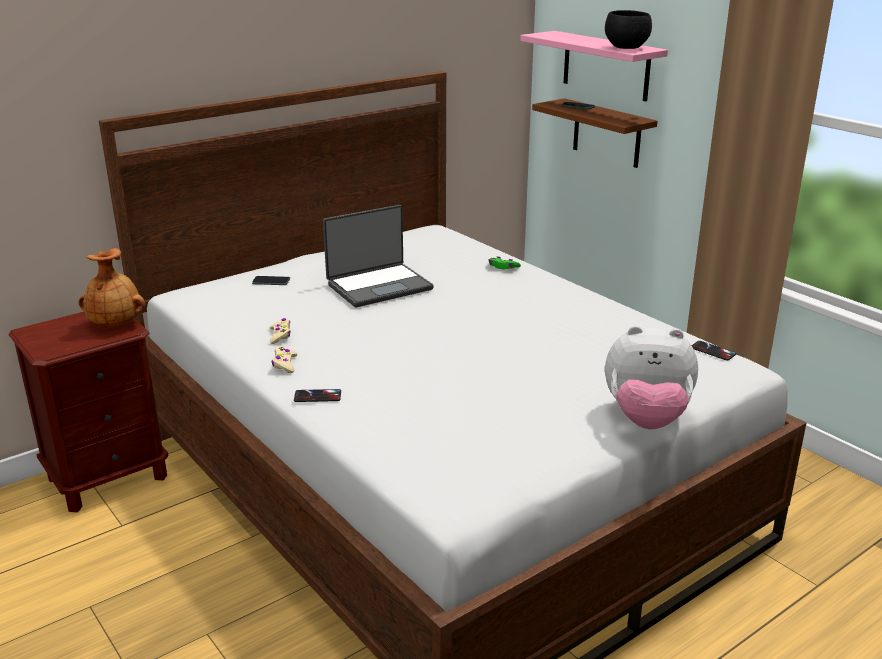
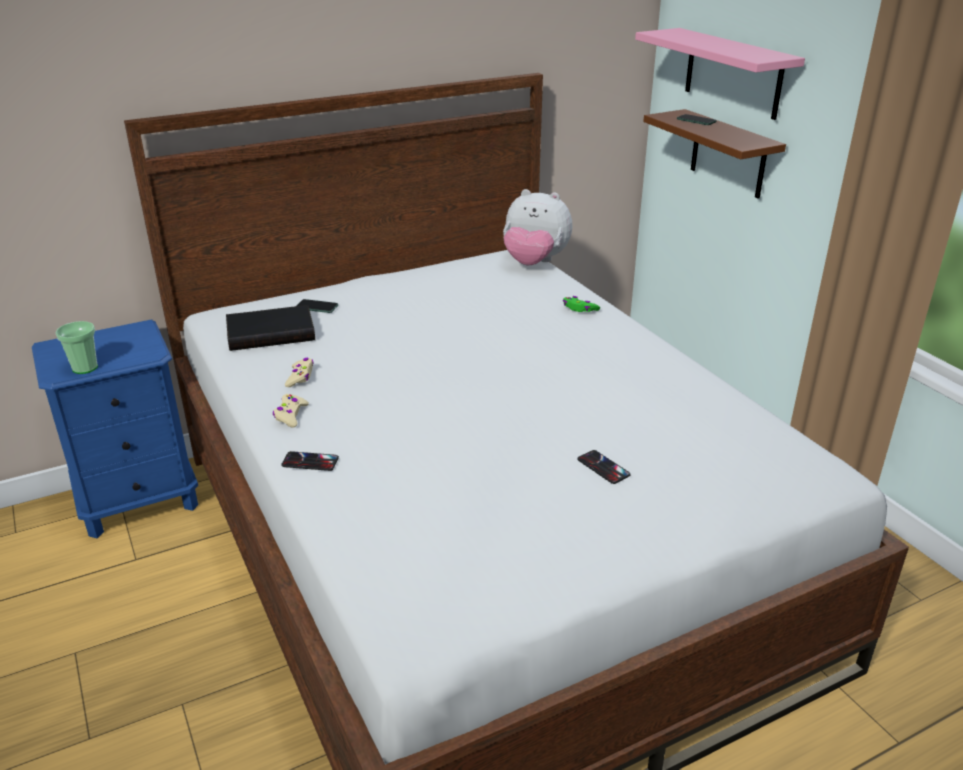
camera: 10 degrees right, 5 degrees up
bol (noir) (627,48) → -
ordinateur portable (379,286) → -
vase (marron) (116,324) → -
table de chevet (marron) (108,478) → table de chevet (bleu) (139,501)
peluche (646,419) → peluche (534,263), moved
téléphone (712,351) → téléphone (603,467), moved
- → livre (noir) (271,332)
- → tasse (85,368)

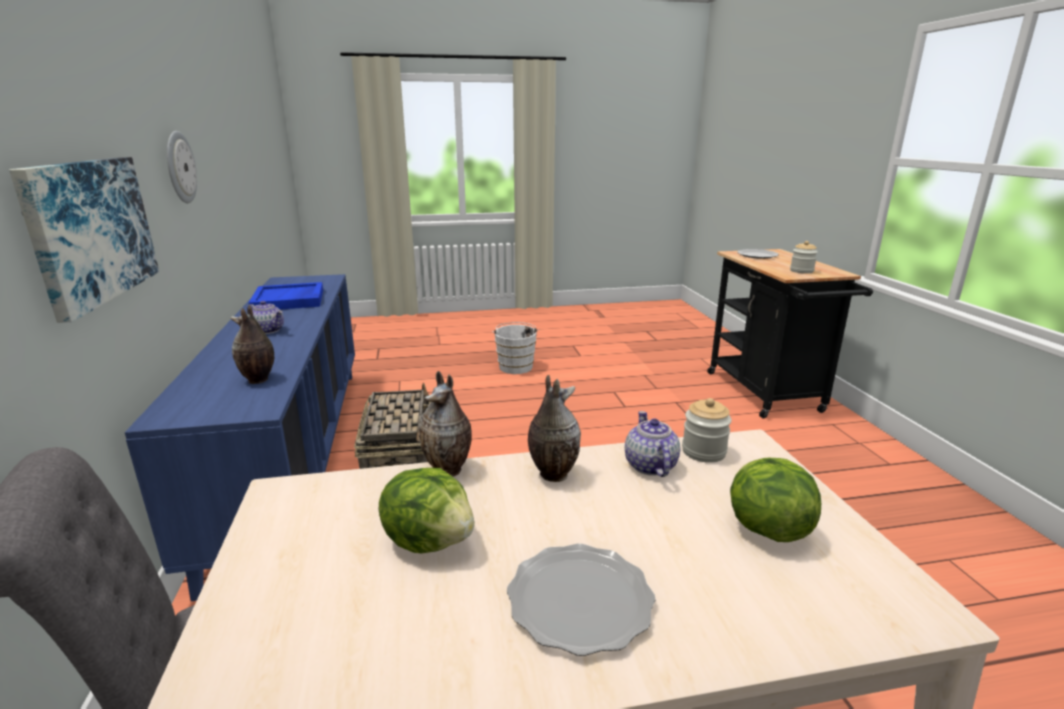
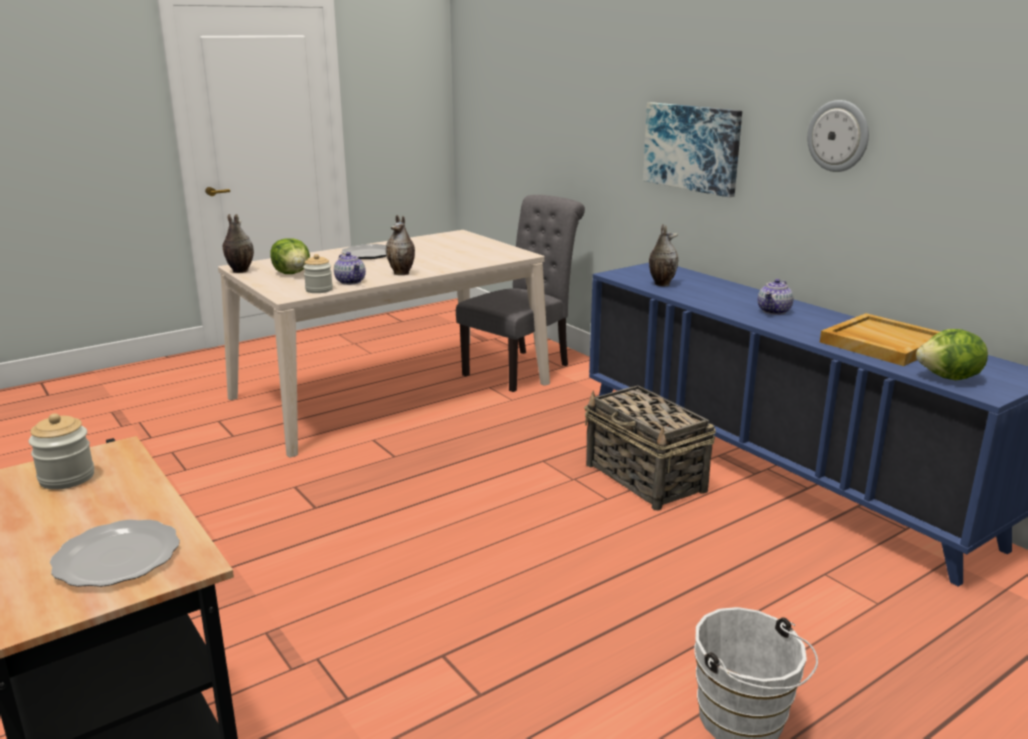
camera: 155 degrees right, 0 degrees up
plateau (bleu) (289,300) → plateau (beige) (881,343)
théière (268,330) → théière (774,311), 60 degrees counterclockwise
vase (449,470) → vase (239,271), moved
laitue (430,540) → laitue (949,378), moved

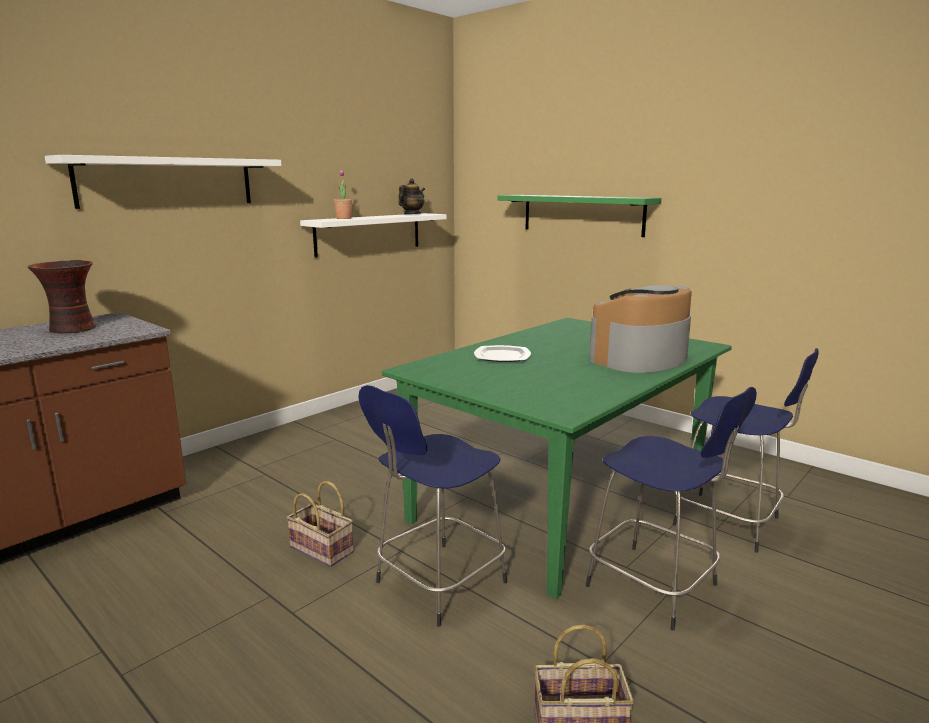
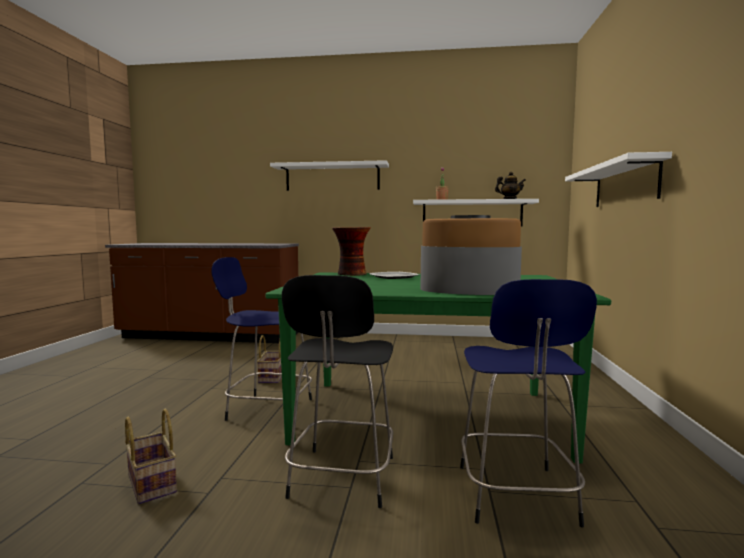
camera: 55 degrees right, 10 degrees down
étagère (vert) (582,214) → étagère (blanc) (625,185)
vase (72,329) → vase (351,274), moved
tabouret (bleu) (656,587) → tabouret (noir) (342,479)

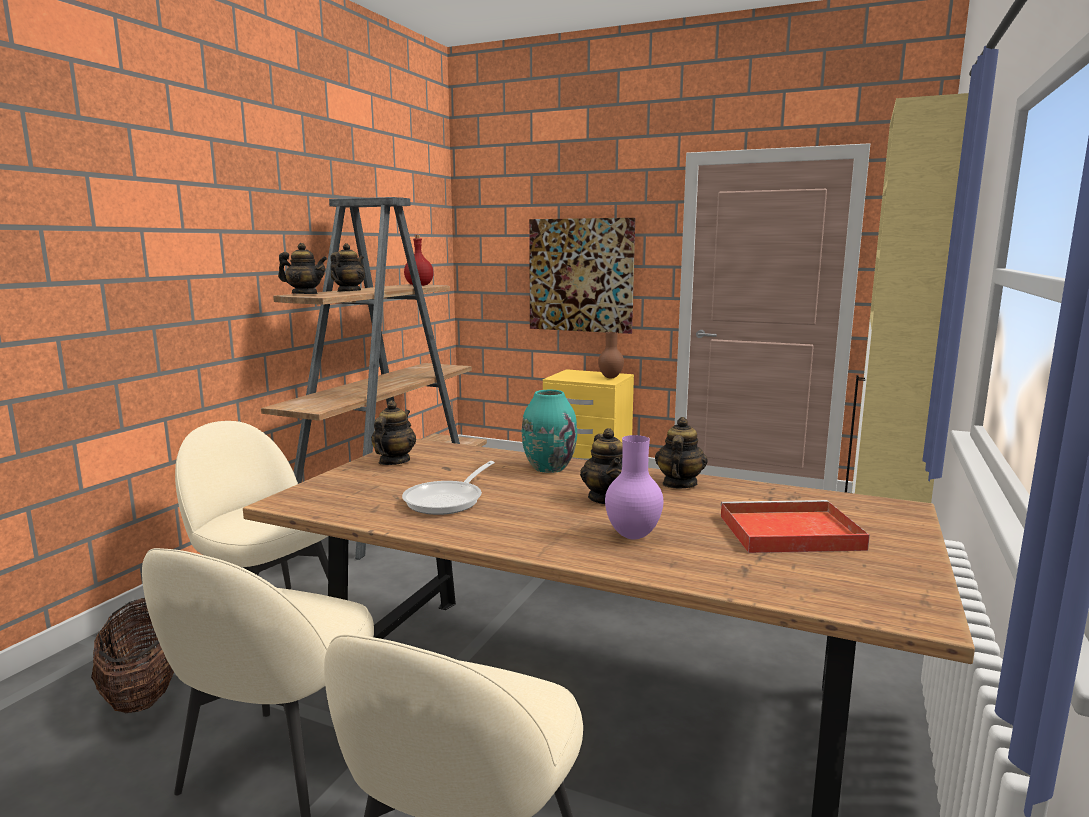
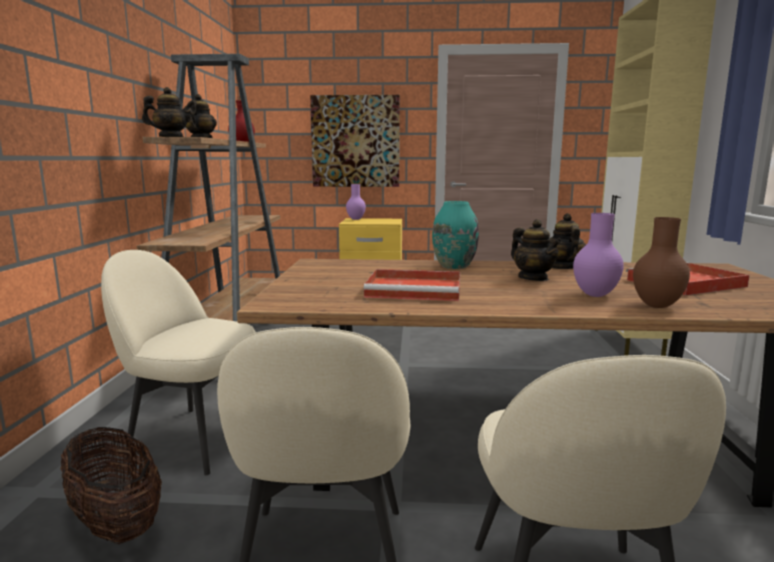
camera: 20 degrees left, 0 degrees up
vase (marron) (610,377) → vase (marron) (655,306), moved
théière (394,461) → -
poêle (448,500) → plateau (rouge) (416,290)
- → vase (violet) (355,219)

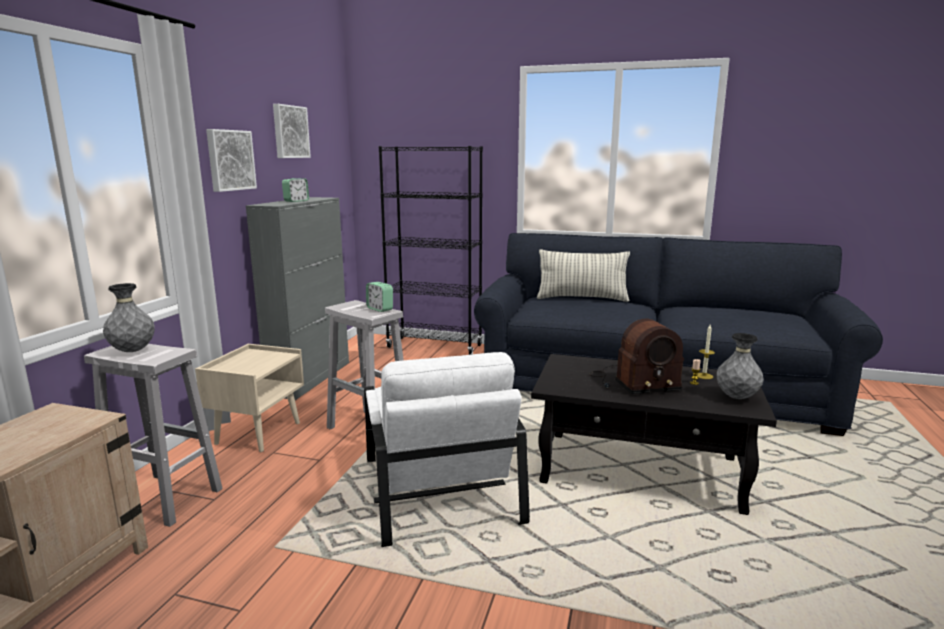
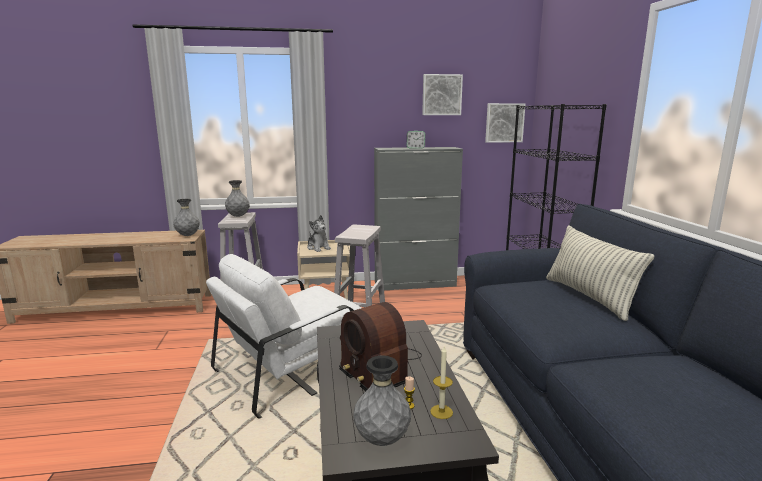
camera: 65 degrees right, 0 degrees up
tableau (229,160) → tableau (504,123), moved
réveil (380,309) → -
- → vase (gris) (188,235)
- → peluche (318,248)

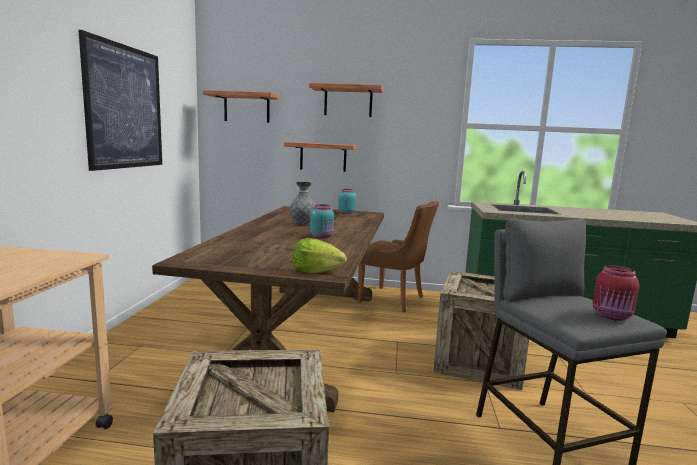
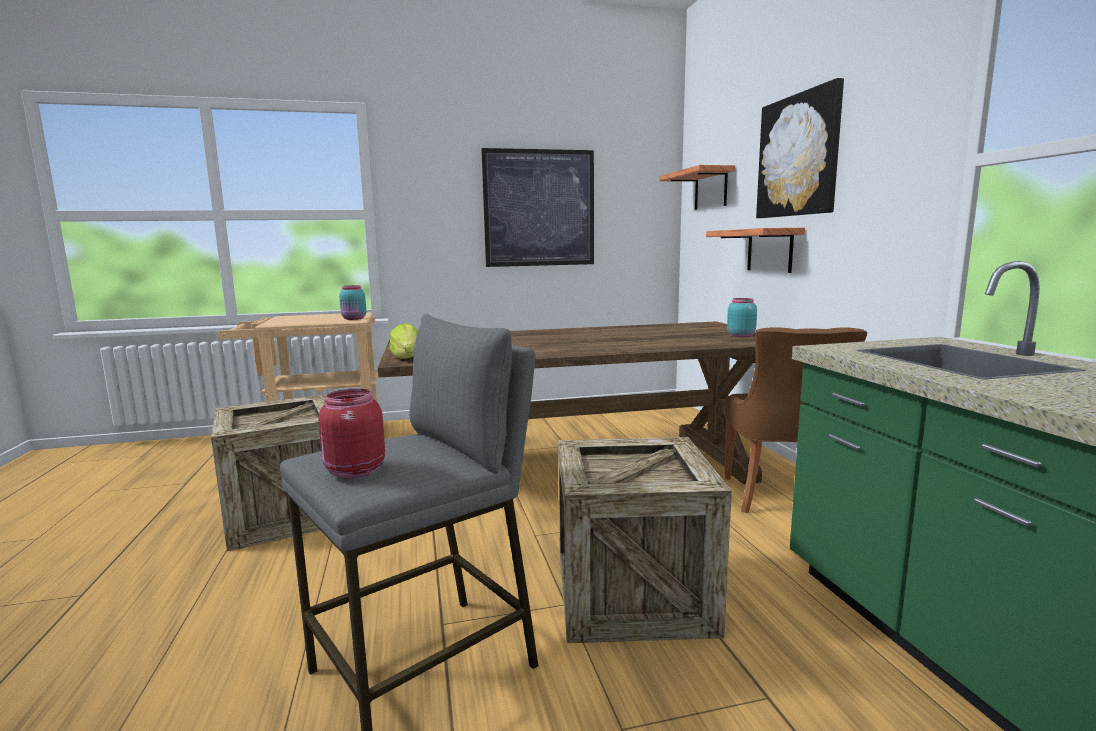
camera: 70 degrees right, 0 degrees up
étagère (348,101) → tableau (798,156)
vase (gris) (303,224) → -
bocal (turquoise) (322,236) → bocal (turquoise) (354,319), moved

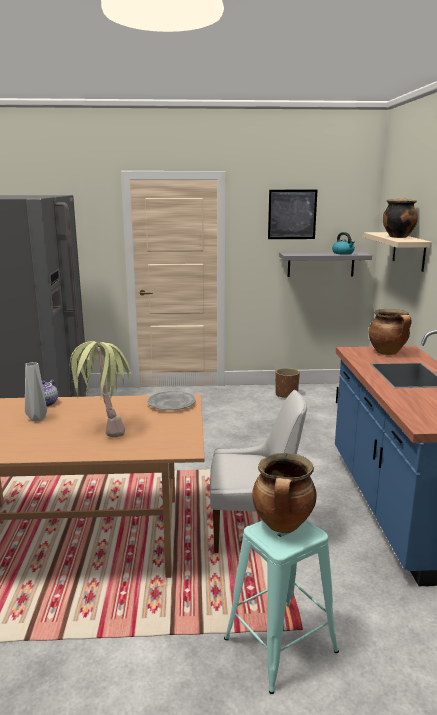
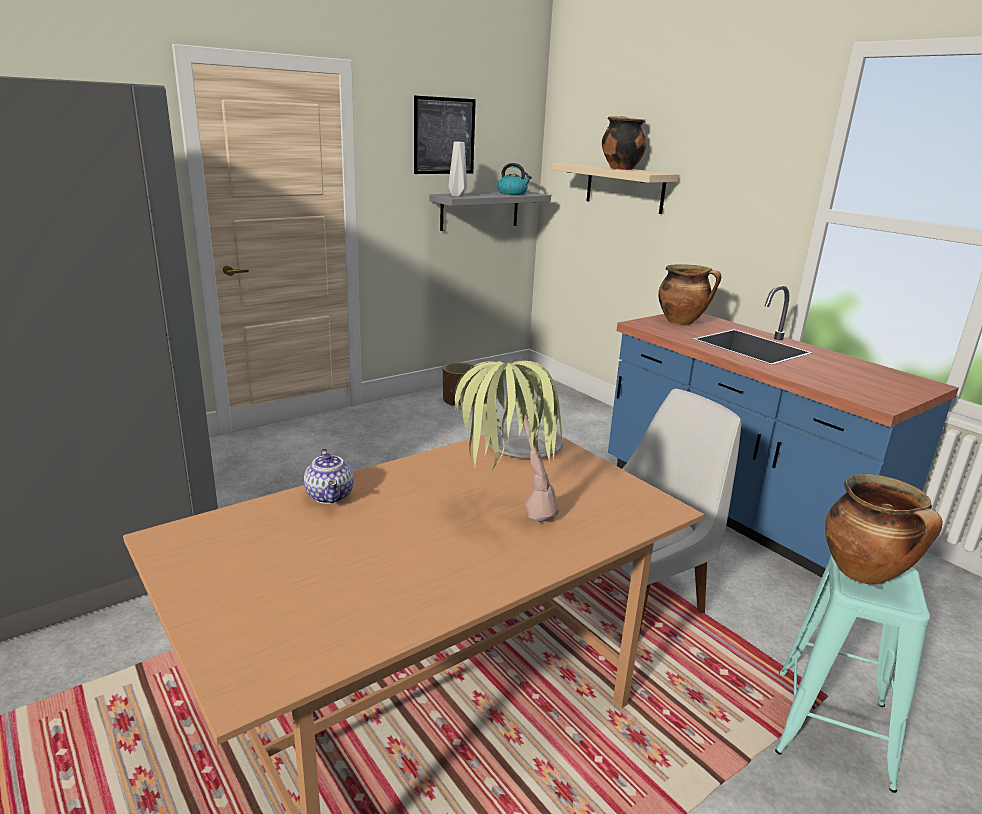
camera: 35 degrees left, 5 degrees up
vase (gris) (38,418) → vase (gris) (457,195), moved

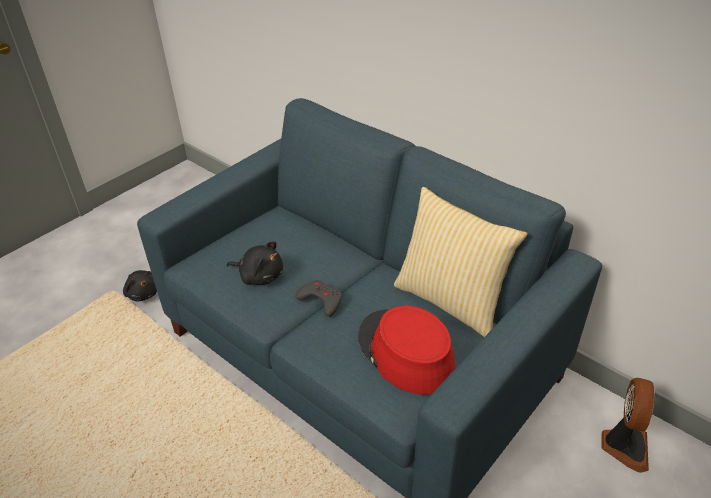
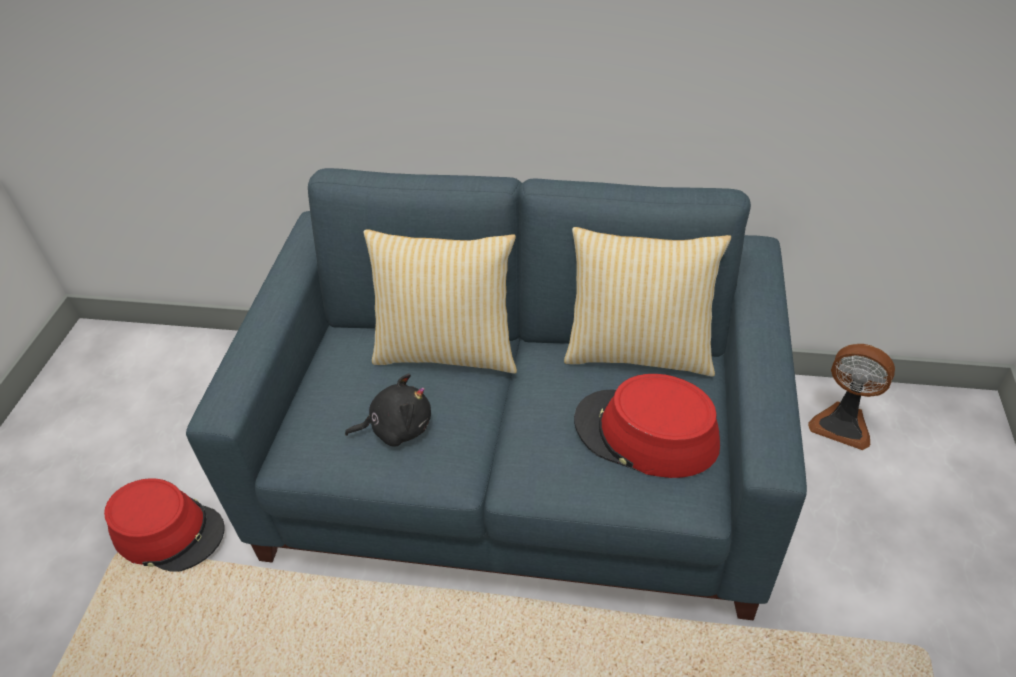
camera: 30 degrees left, 5 degrees up
peluche (noir) (143,293) → chapeau (rouge) (169,532)
manette (gris) (321,300) → -
ventilateur (623,445) → ventilateur (842,423), 135 degrees clockwise
- → coussin (448,350)

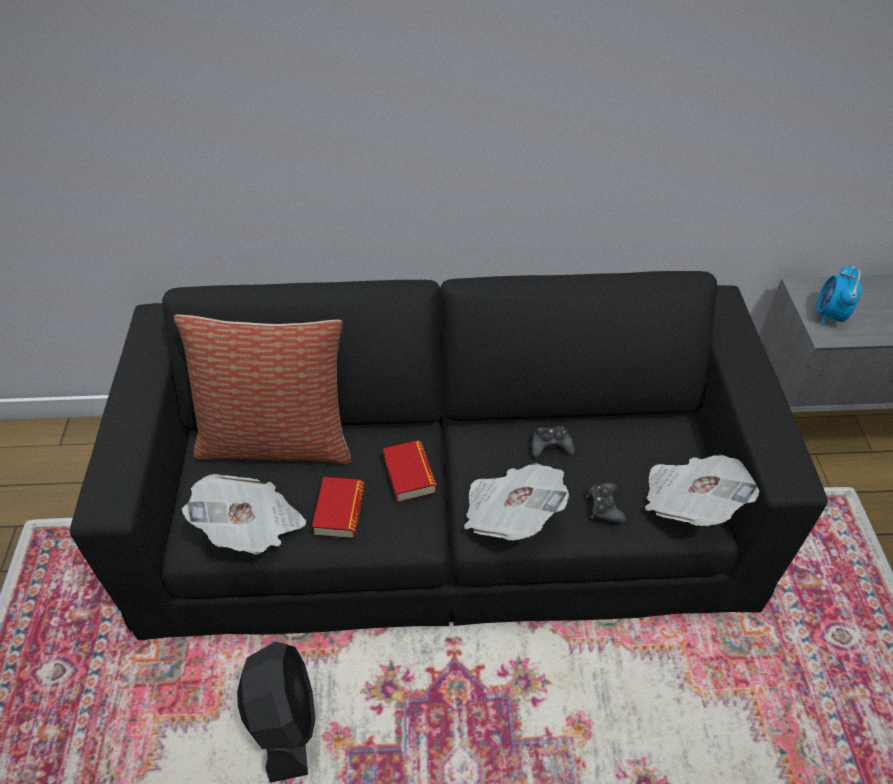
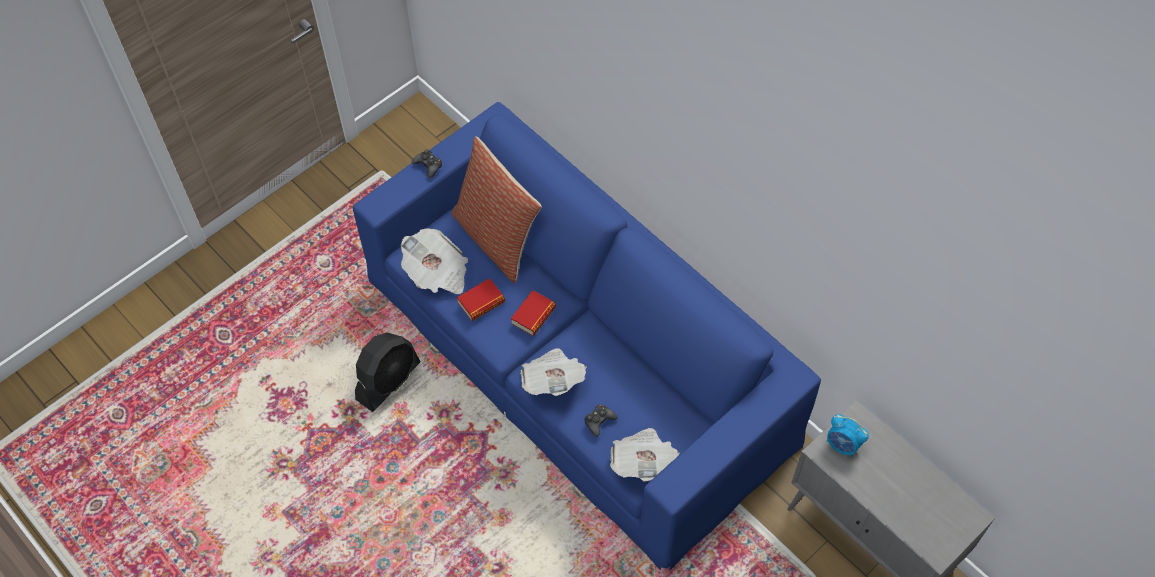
camera: 50 degrees right, 10 degrees up
réveil (829,315) → réveil (842,445), 120 degrees counterclockwise
canapé (noir) (447,507) → canapé (bleu) (578,357)
manette (noir) (551,446) → manette (noir) (428,165), moved

